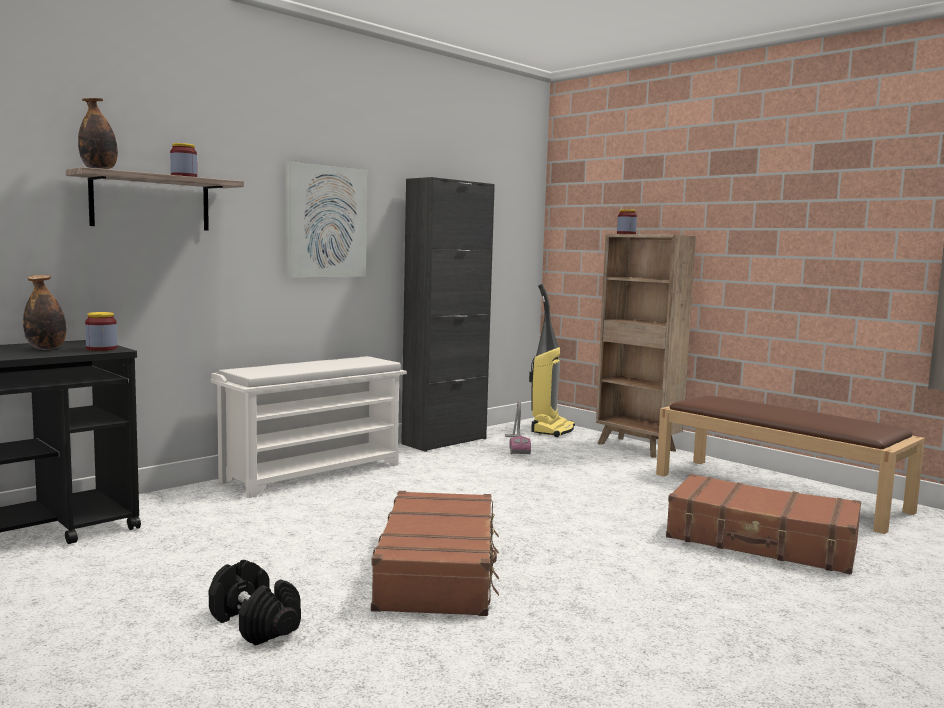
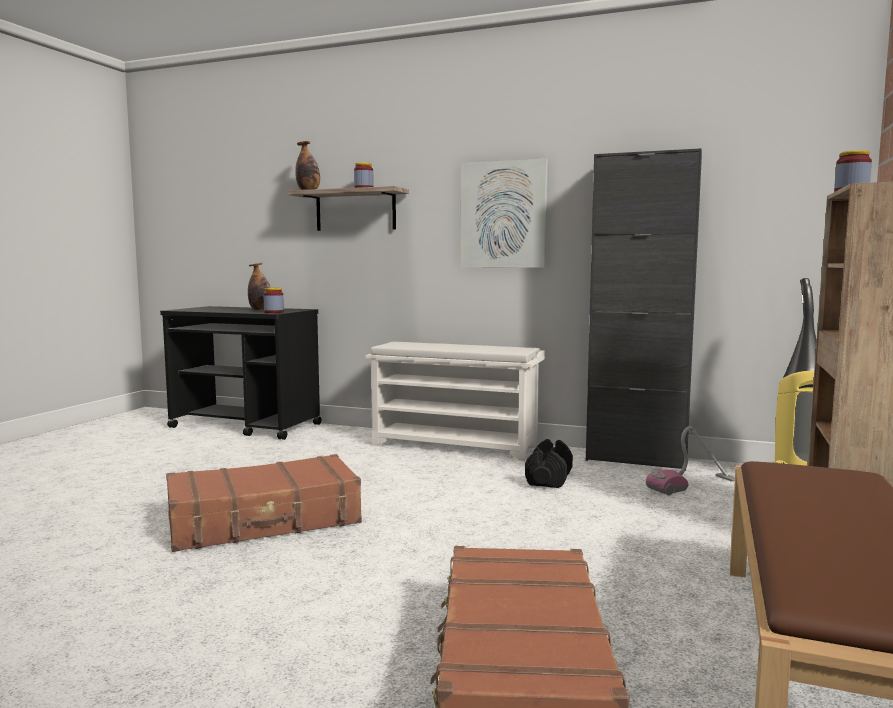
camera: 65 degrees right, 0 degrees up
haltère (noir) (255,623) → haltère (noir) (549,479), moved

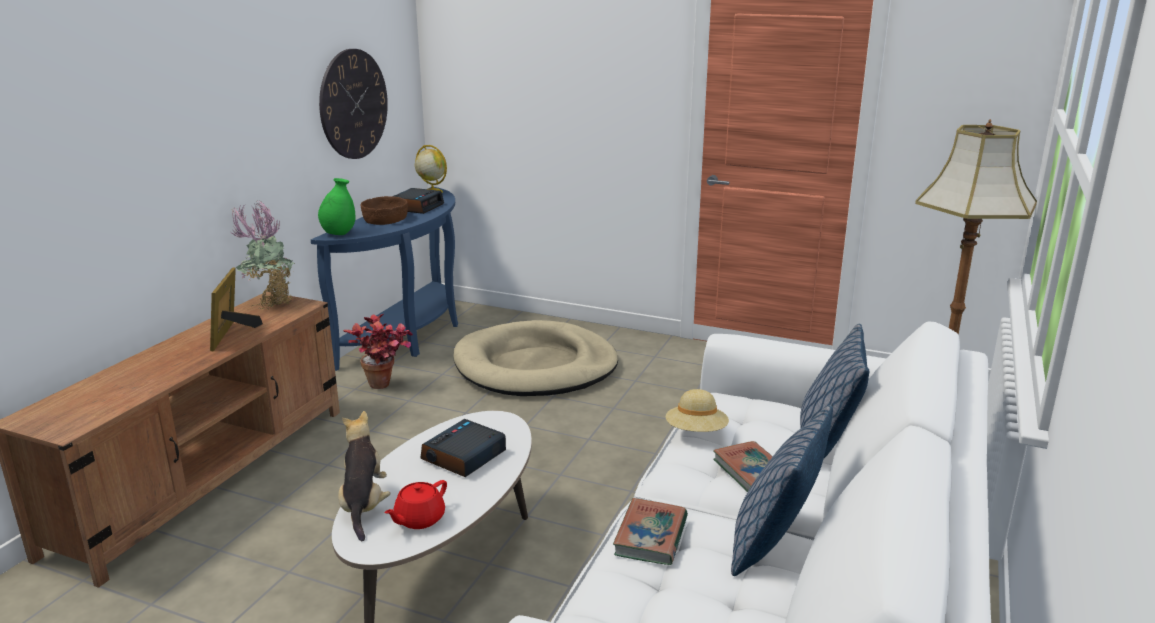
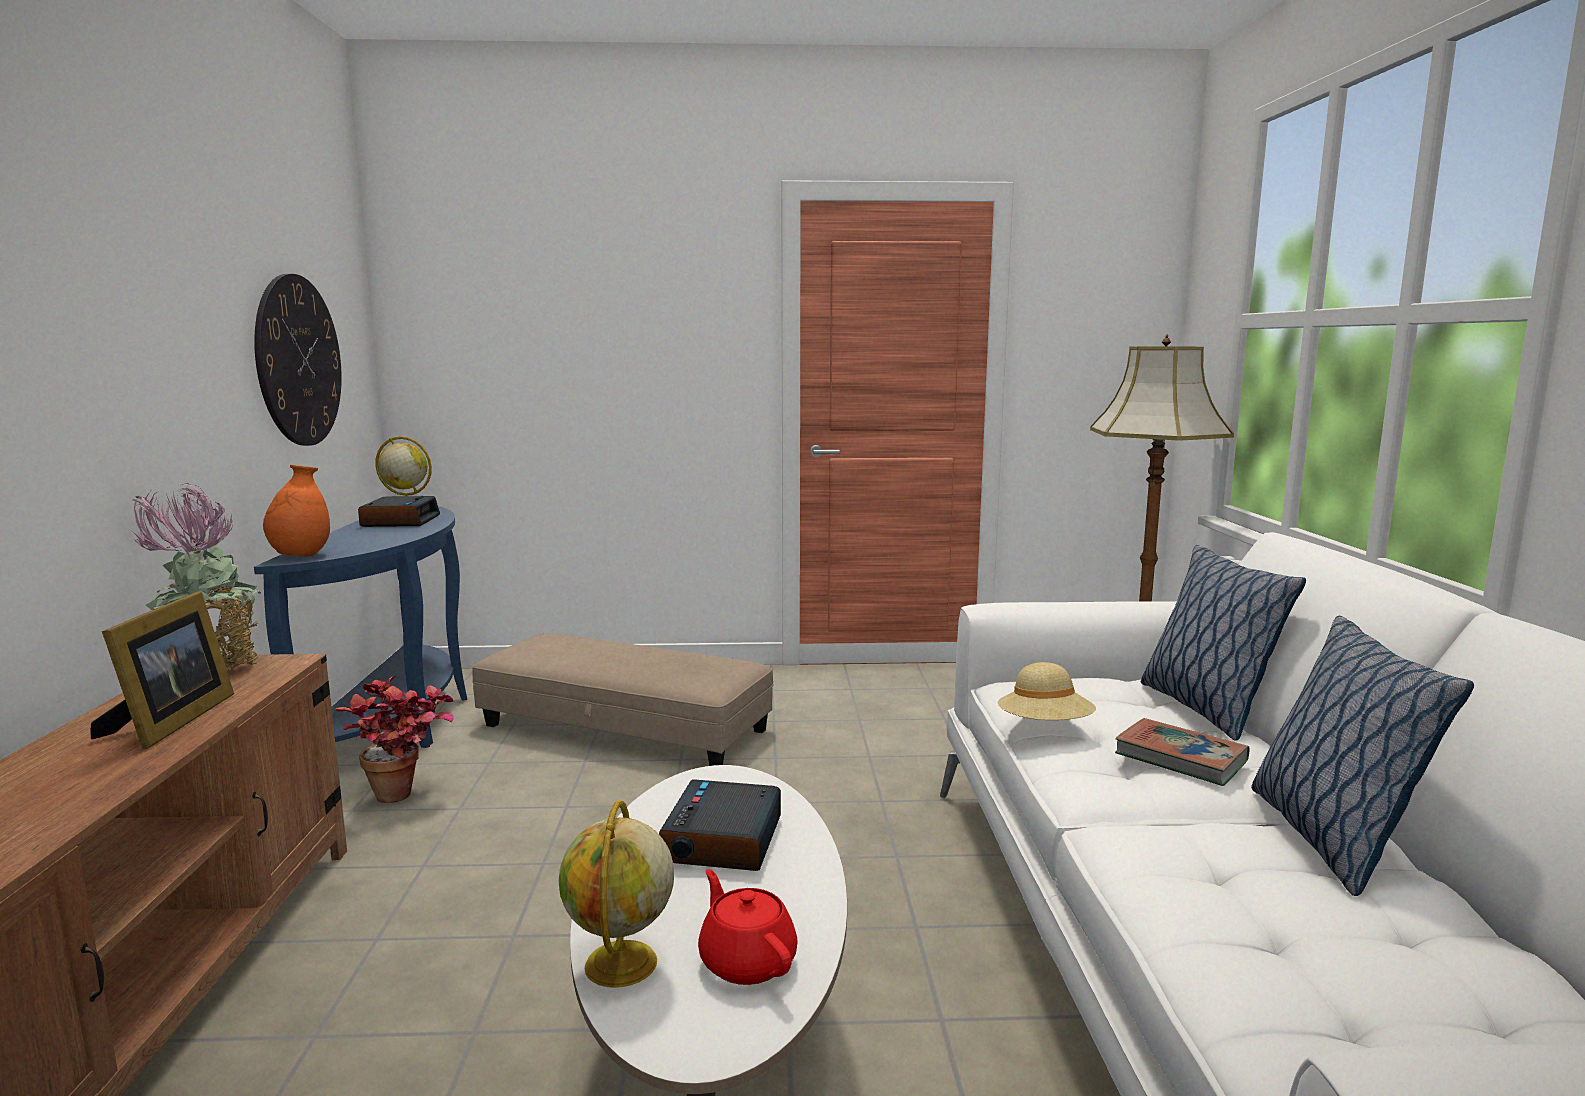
camera: 25 degrees left, 10 degrees down
vase (vert) (339,234) → vase (orange) (301,556)
bol (marron) (385,219) → -
cadre photo (232,335) → cadre photo (170,722), 150 degrees counterclockwise
panier pour chien (beige) (536,366) → pouf (beige) (624,728)
peluche (364,505) → globe (621,965)
théière (rouge) (418,519) → théière (rouge) (747,961), 135 degrees clockwise
livre (651,536) → -

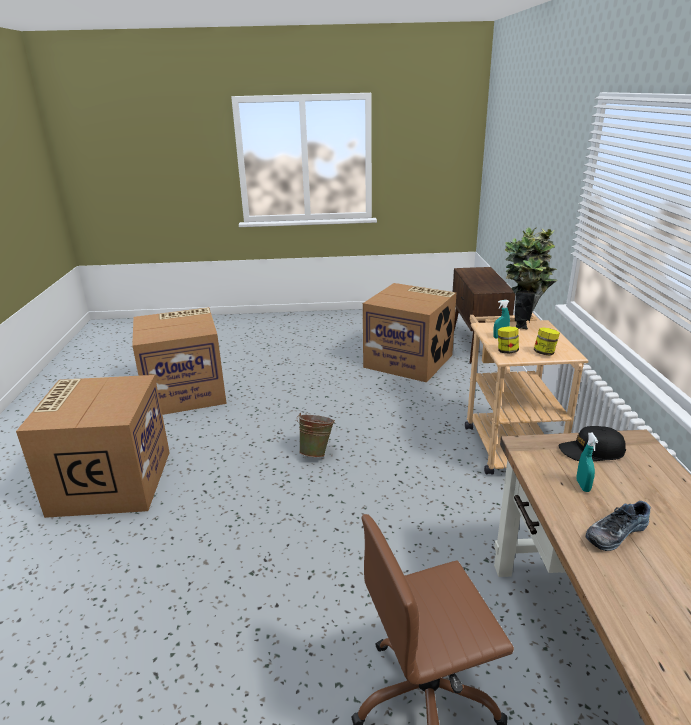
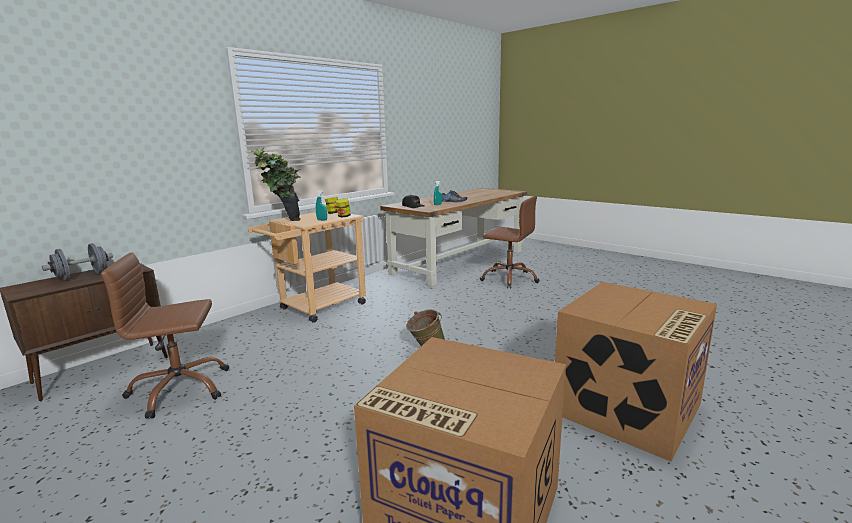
camera: 135 degrees left, 10 degrees down
carton (410,361) → chaise de bureau (marron) (180,389)
- → haltère (gris) (82,276)

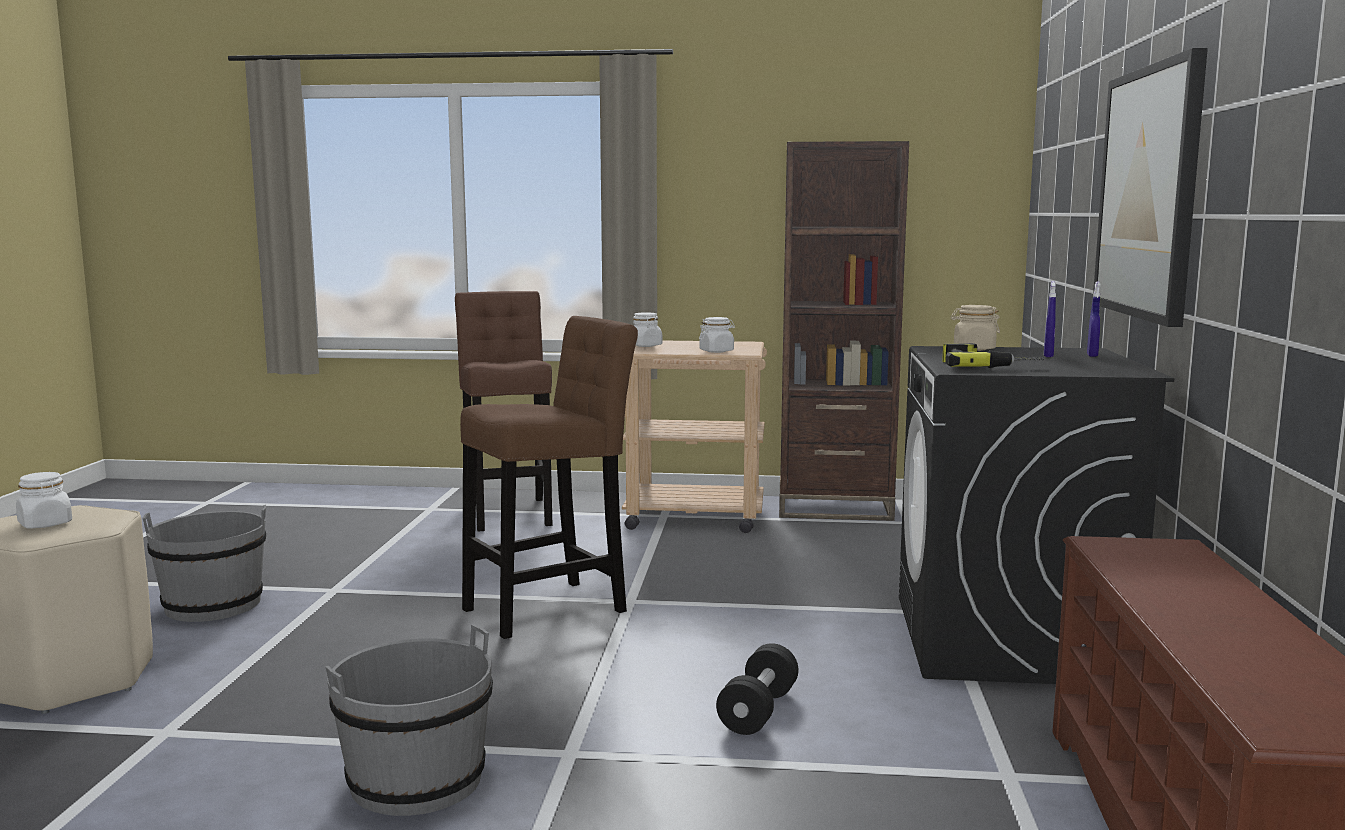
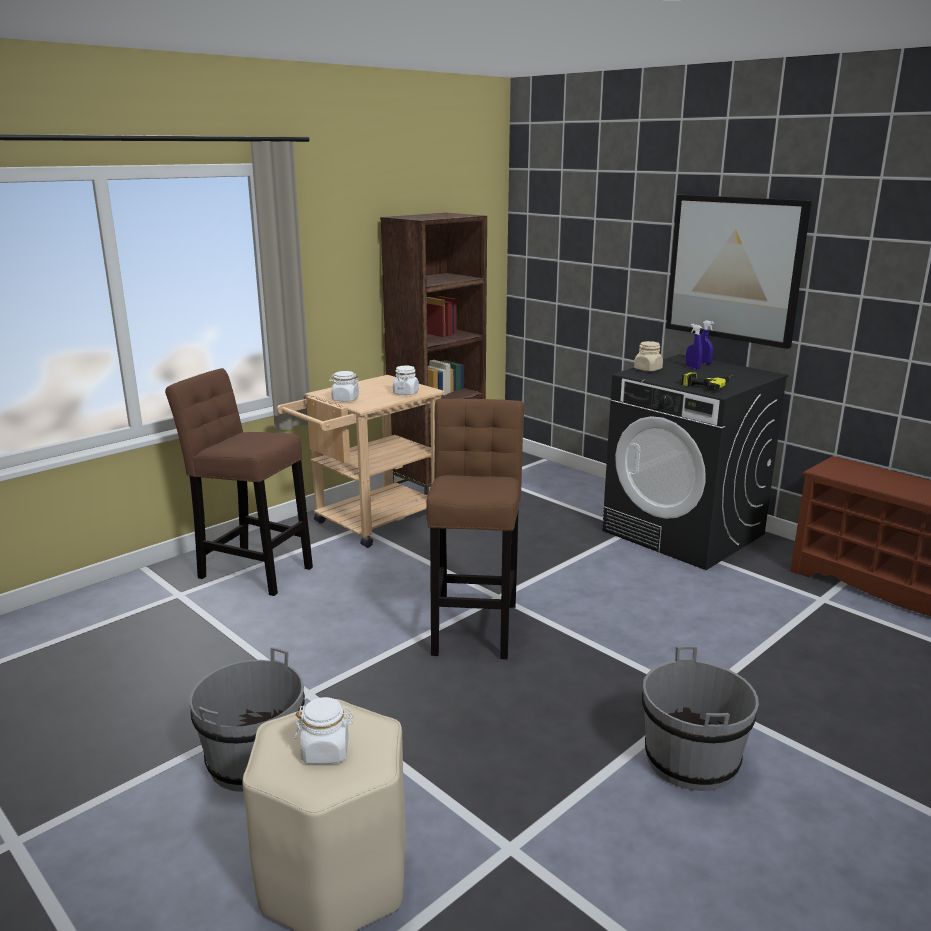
camera: 50 degrees left, 10 degrees up
haltère (noir) (758,711) → -

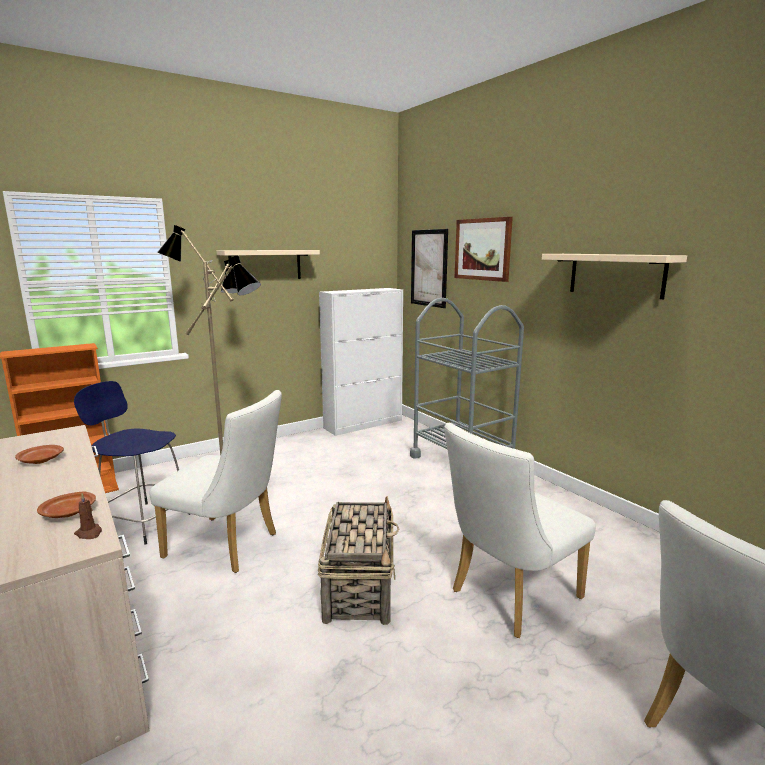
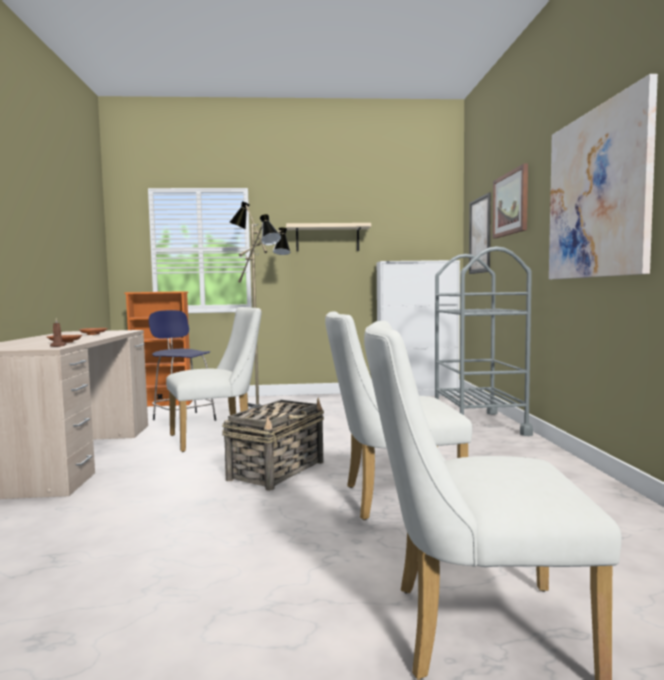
camera: 30 degrees right, 10 degrees down
étagère (beige) (616,274) → tableau (597,194)
chaise (blanc) (229,546) → chaise (blanc) (218,437), 75 degrees counterclockwise

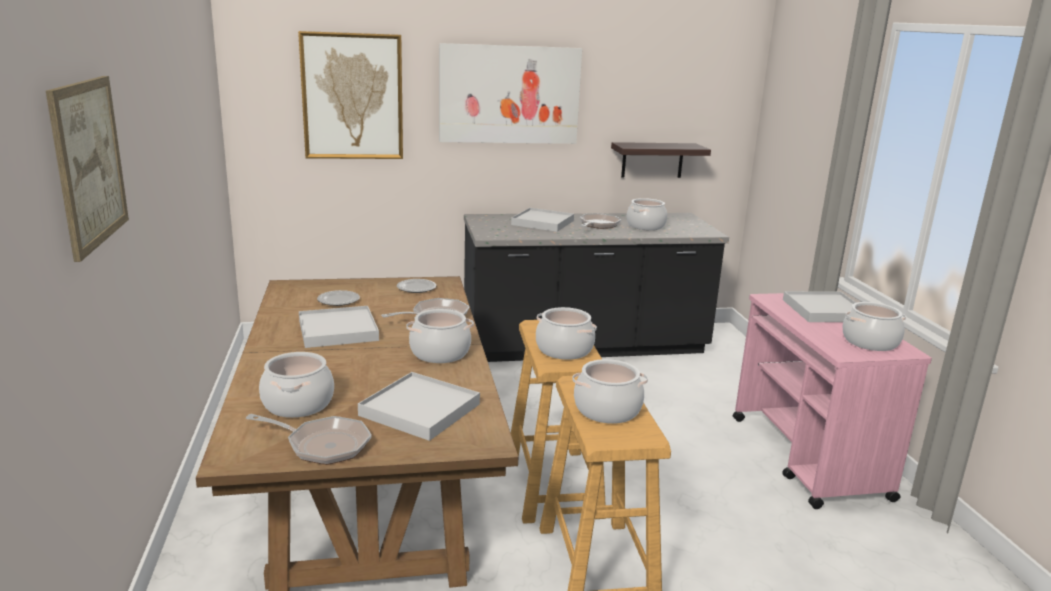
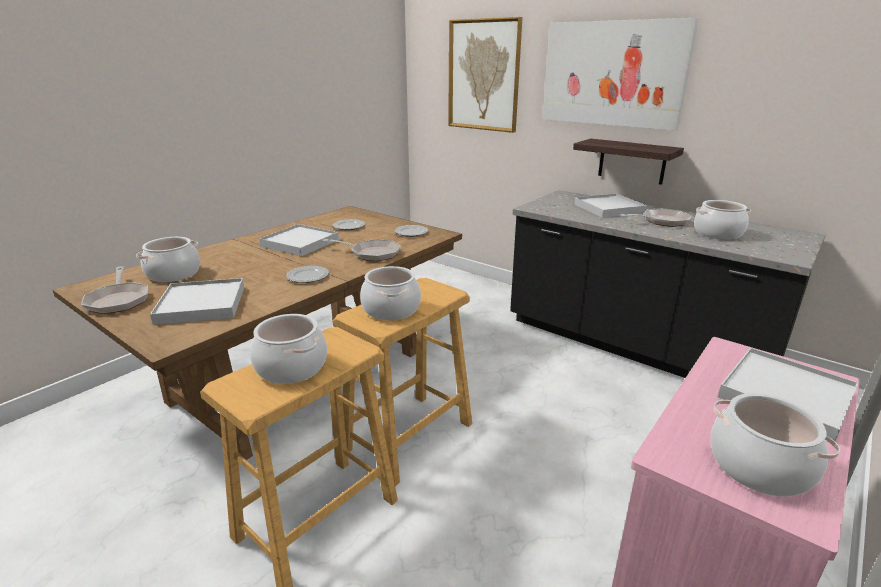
camera: 50 degrees right, 5 degrees up
tableau (89,163) → -
étagère (652,160) → étagère (632,161), moved
marmite (440,353) → assiette (308,276)

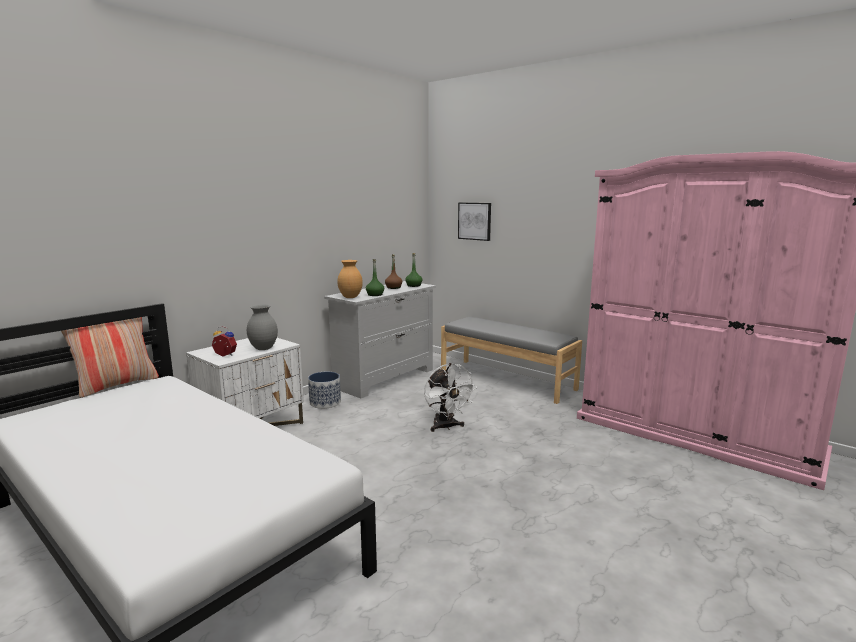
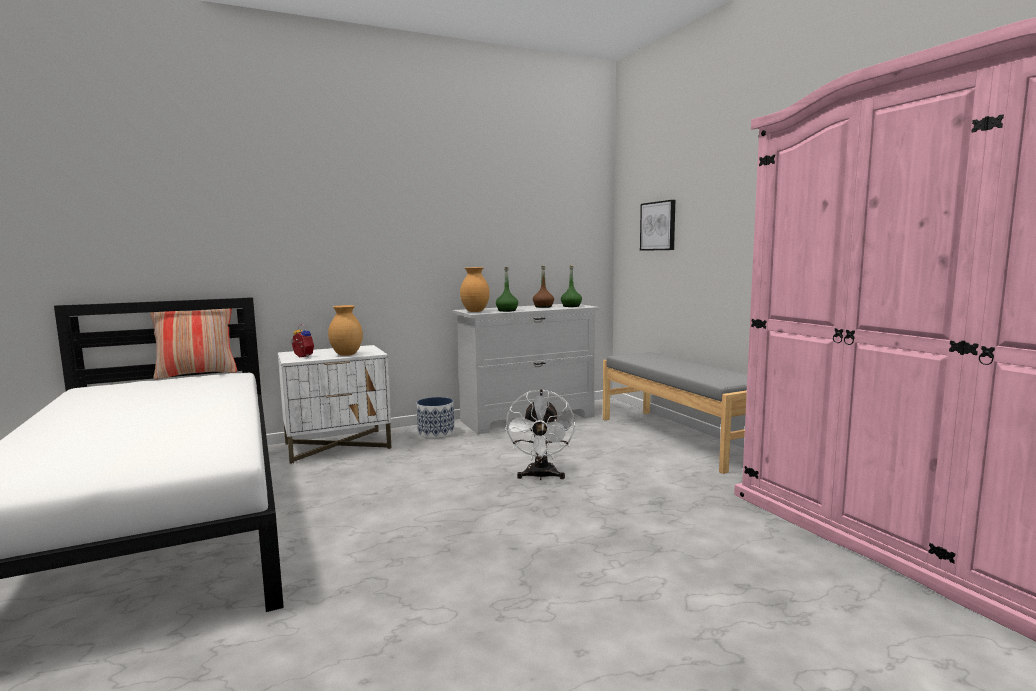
camera: 25 degrees right, 5 degrees down
vase (gris) (264,348) → vase (marron) (347,354)

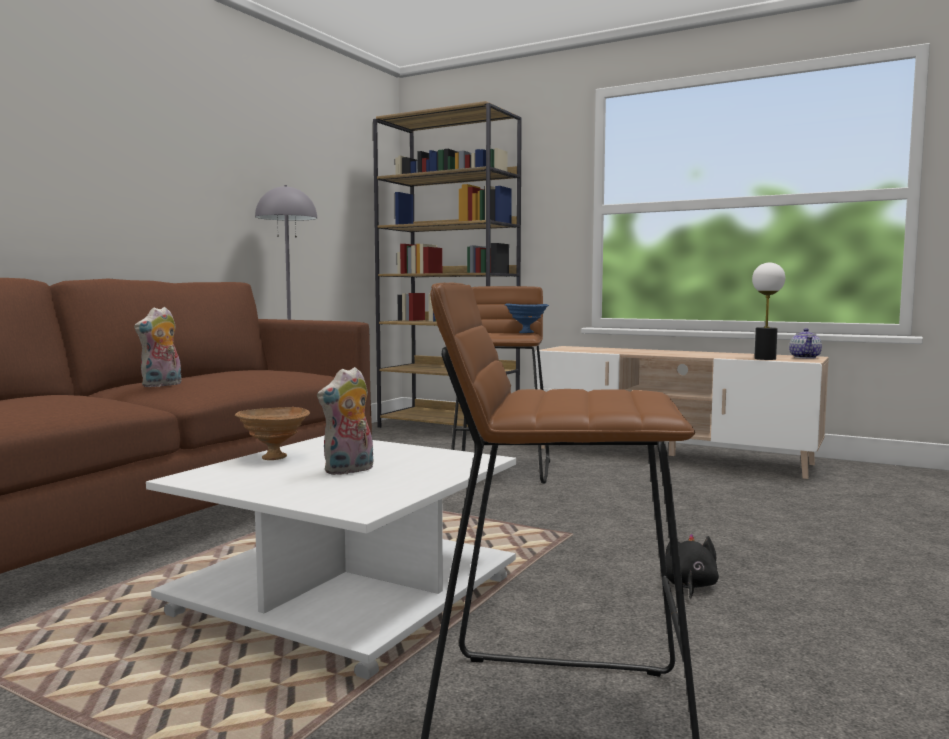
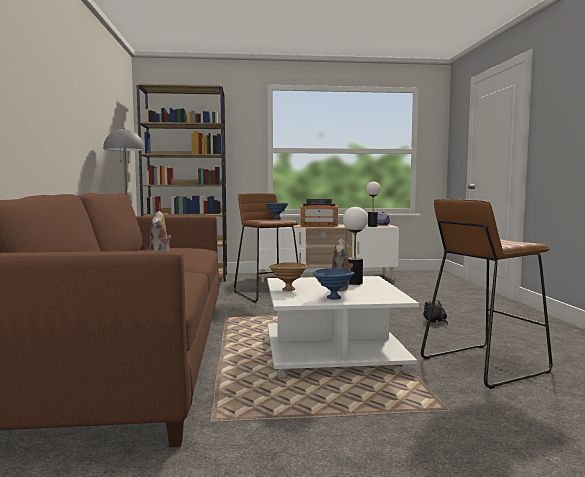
camera: 35 degrees left, 0 degrees up
- → radio (318,225)
- → lampe de table (354,283)
- → bol (bleu) (333,298)

